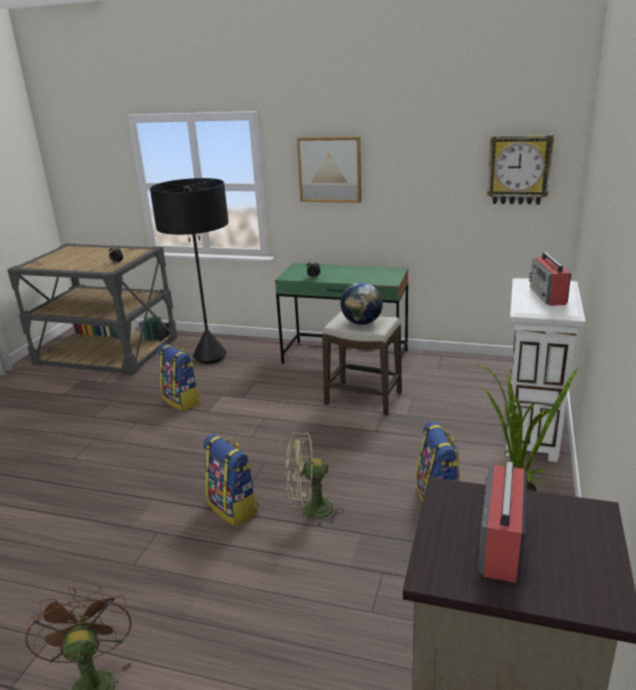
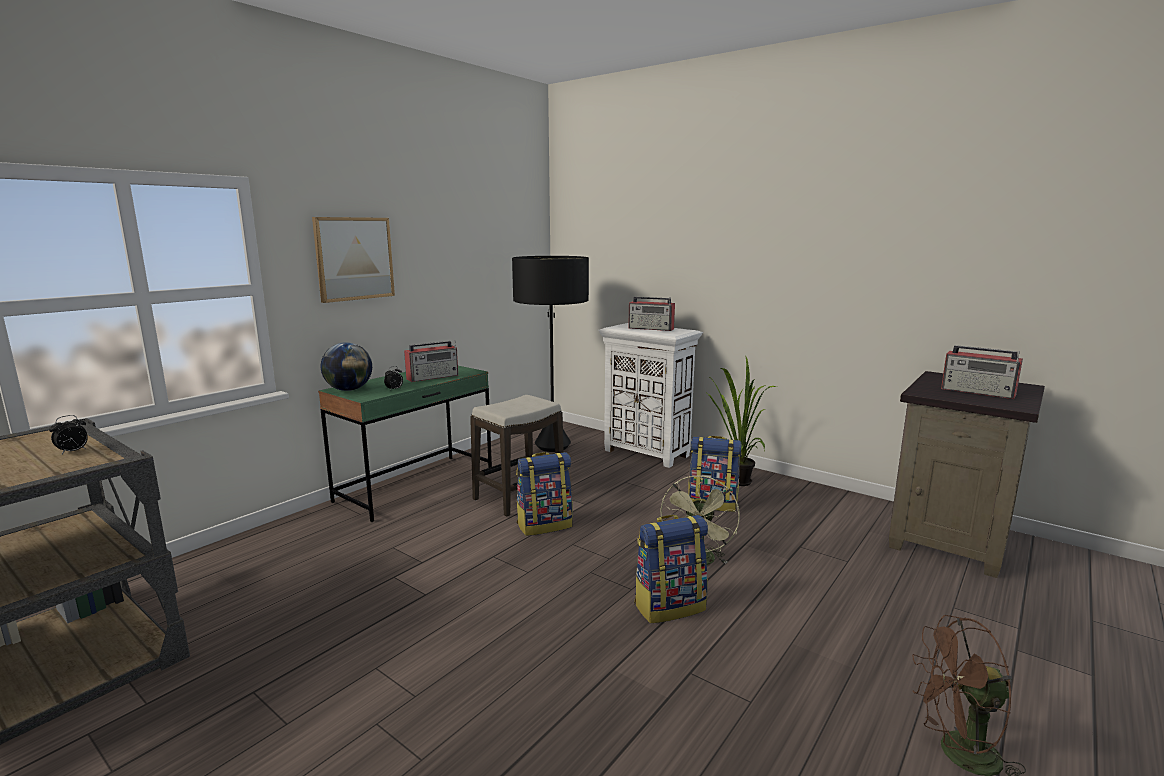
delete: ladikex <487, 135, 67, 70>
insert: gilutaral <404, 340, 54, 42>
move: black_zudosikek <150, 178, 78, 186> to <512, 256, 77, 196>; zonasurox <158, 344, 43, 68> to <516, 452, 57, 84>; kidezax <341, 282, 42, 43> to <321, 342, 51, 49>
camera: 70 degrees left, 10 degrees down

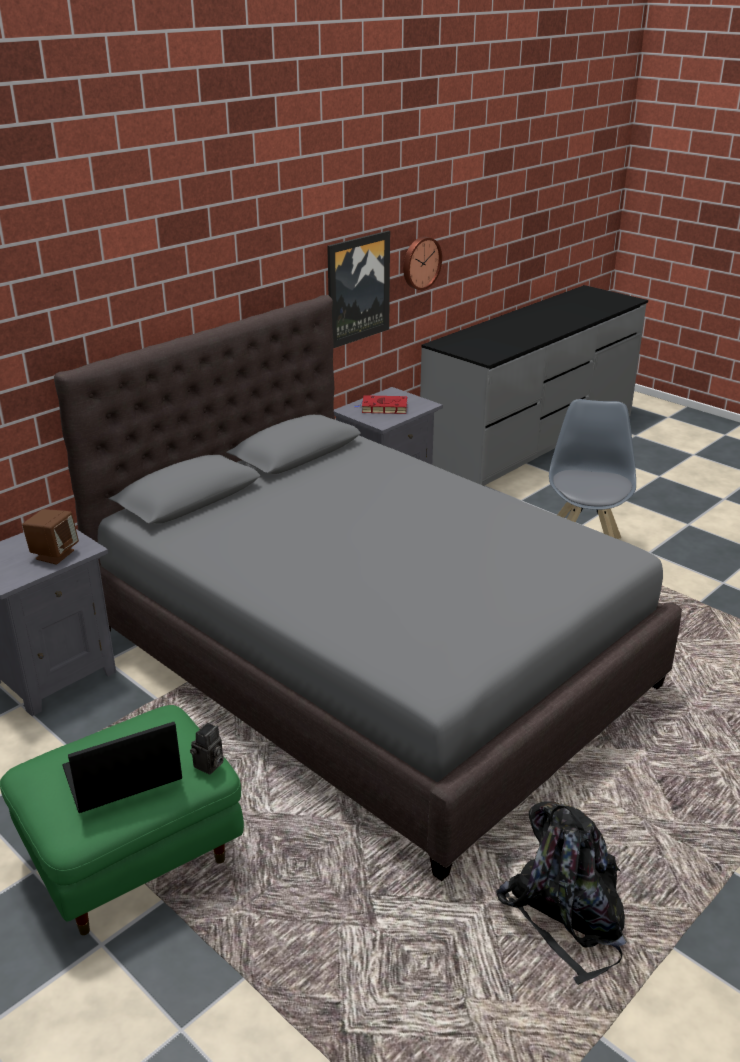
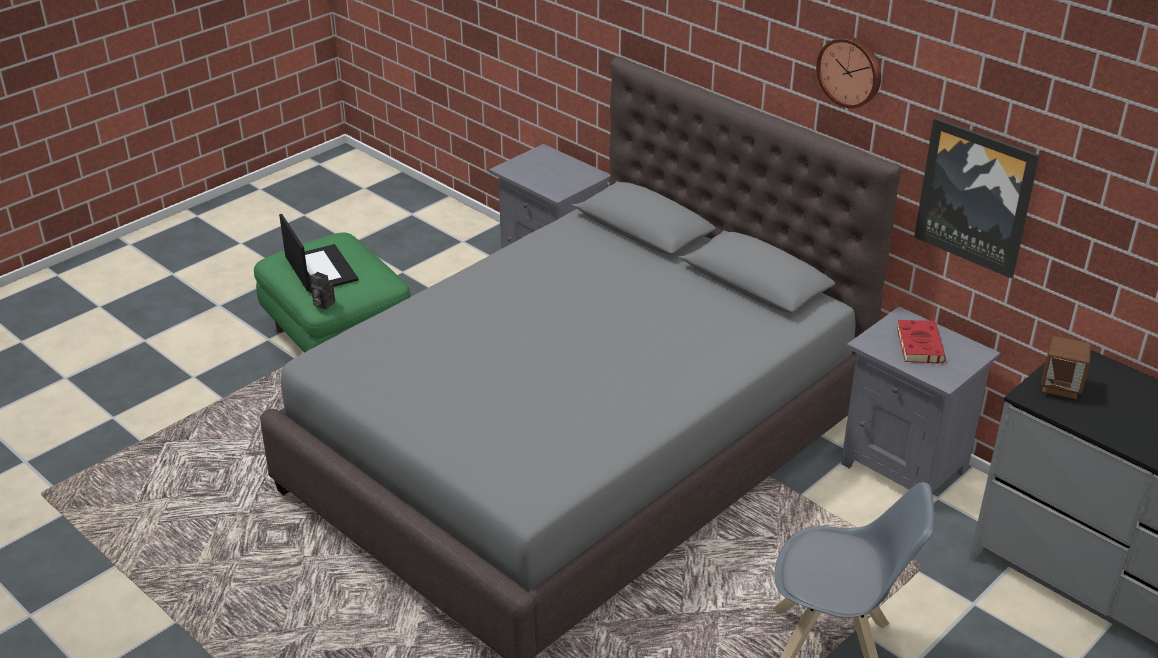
delete: black_zonasurox <496, 801, 131, 184>
move: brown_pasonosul <22, 509, 57, 56> to <1041, 336, 50, 64>; ladikex <403, 237, 39, 53> to <816, 36, 65, 72>
camera: 90 degrees right, 5 degrees up

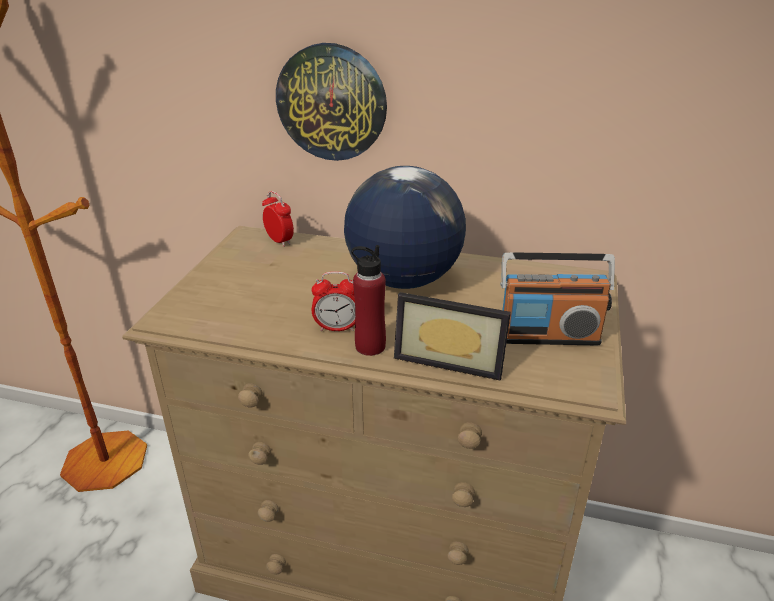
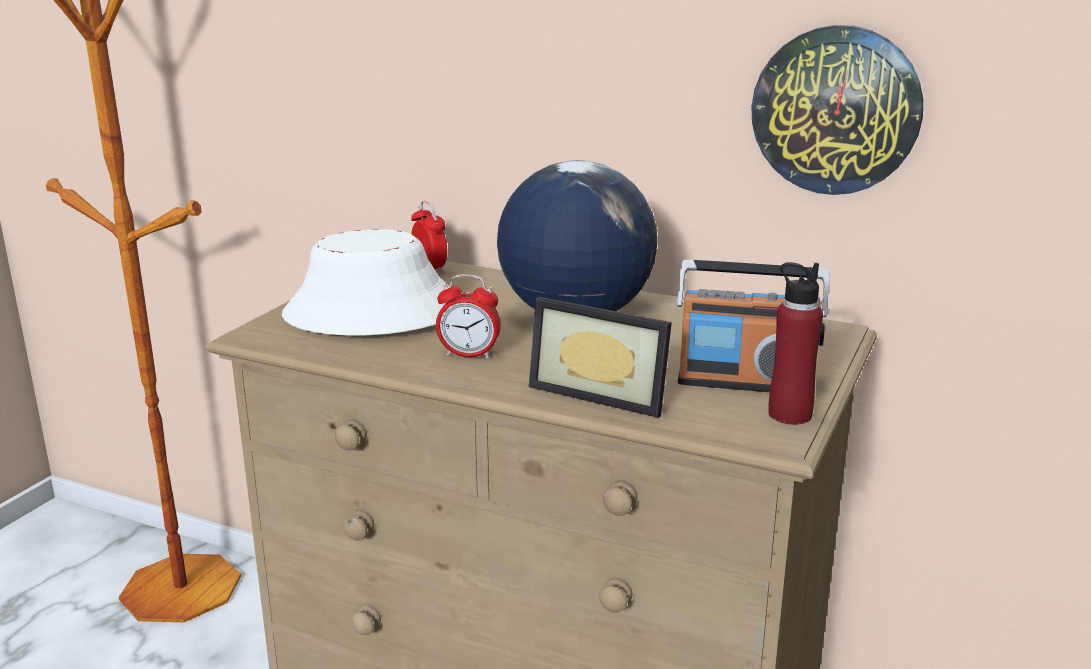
insert: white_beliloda <282, 229, 167, 107>
move: ladikex <276, 43, 111, 118> to <751, 25, 172, 170>; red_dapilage <351, 245, 35, 111> to <769, 262, 54, 163>
camera: 10 degrees right, 10 degrees down

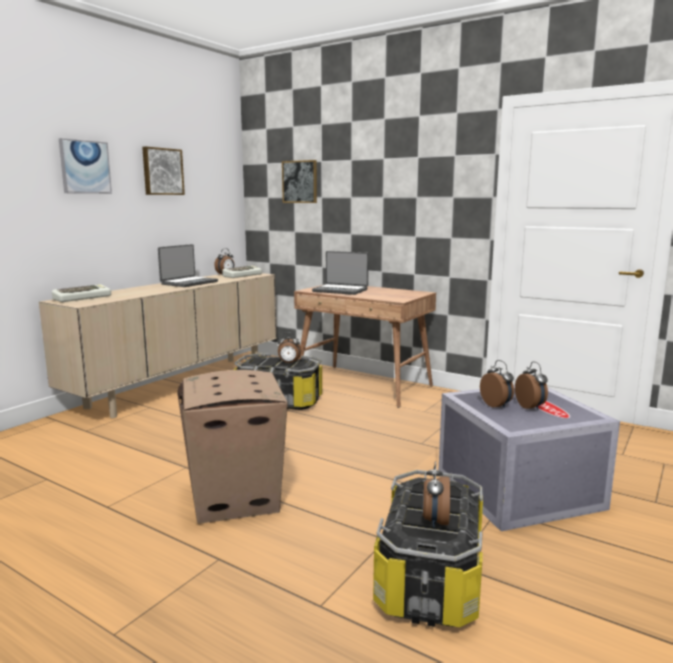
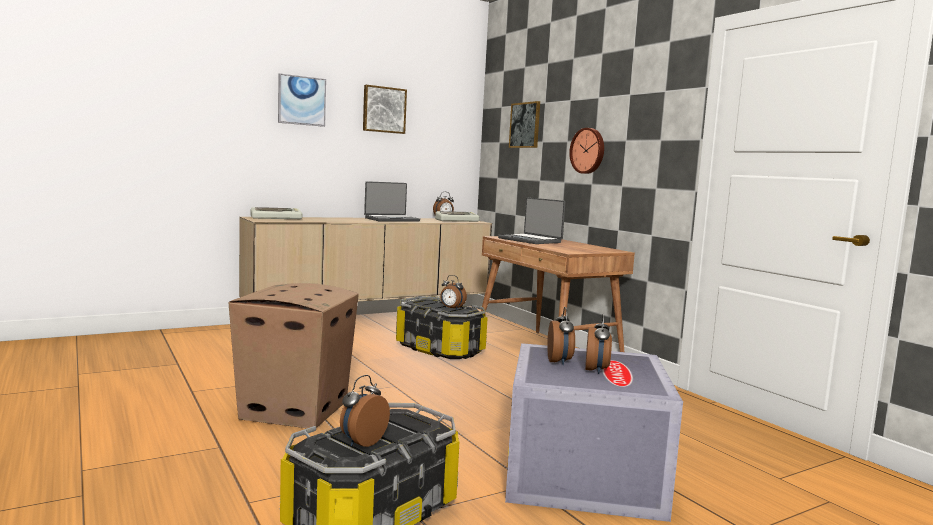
insert: ladikex <569, 128, 35, 46>
camera: 25 degrees right, 5 degrees down

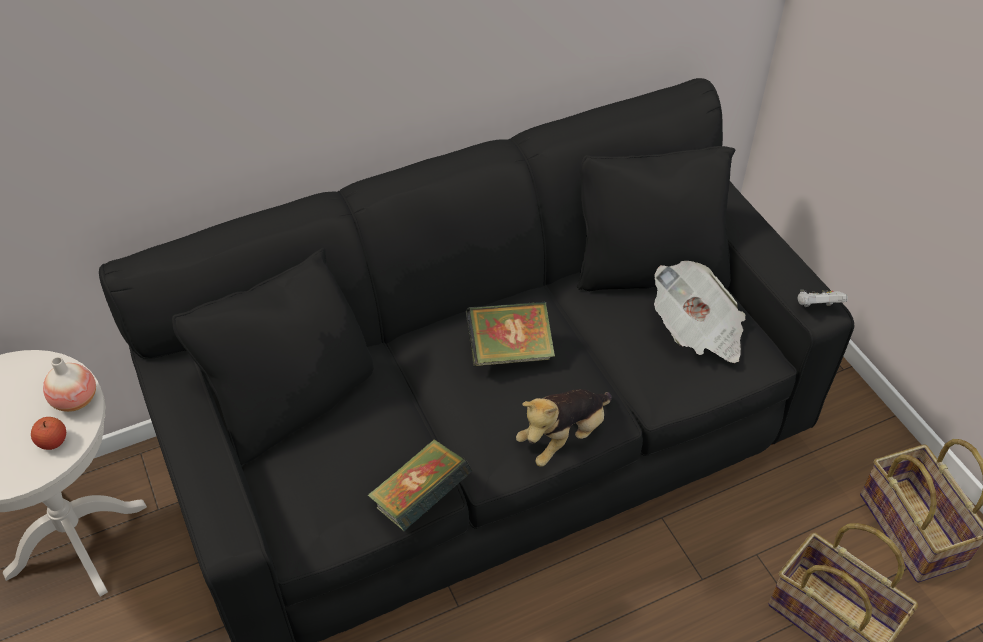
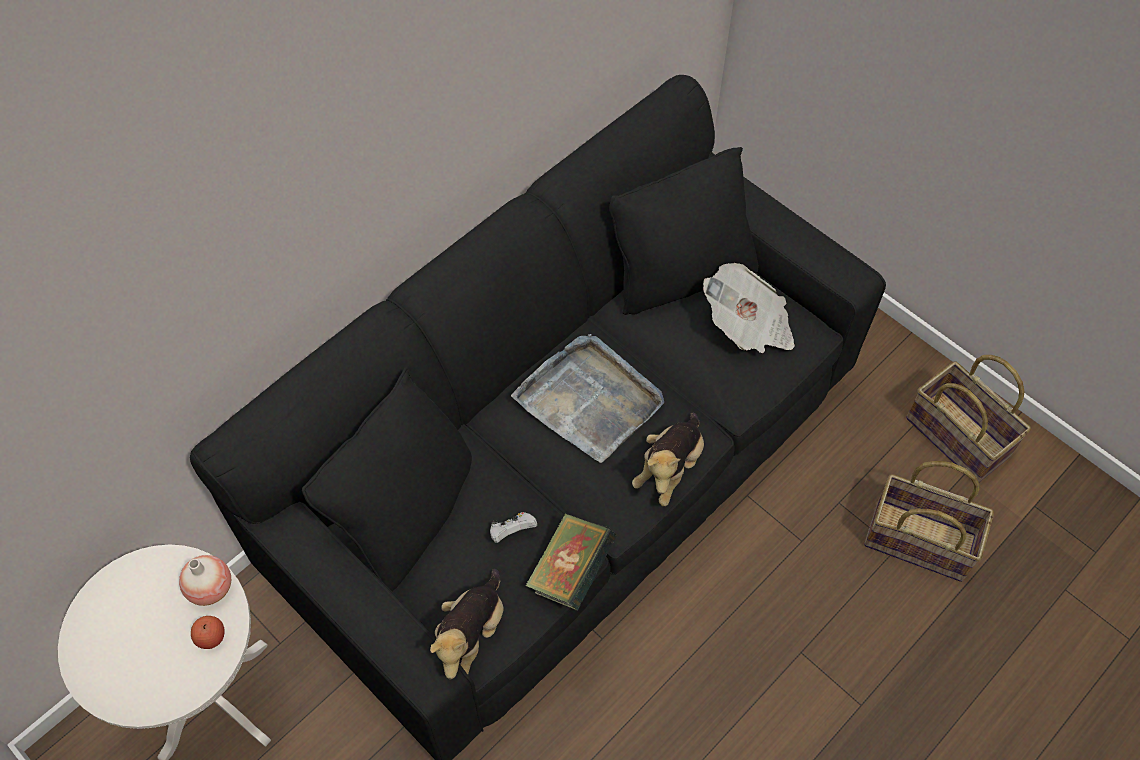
insert: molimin <430, 569, 74, 111>
move: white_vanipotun <797, 289, 51, 18> to <490, 512, 47, 31>
replace: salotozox <466, 302, 89, 64> to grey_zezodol <511, 334, 153, 129>
camera: 20 degrees left, 10 degrees up

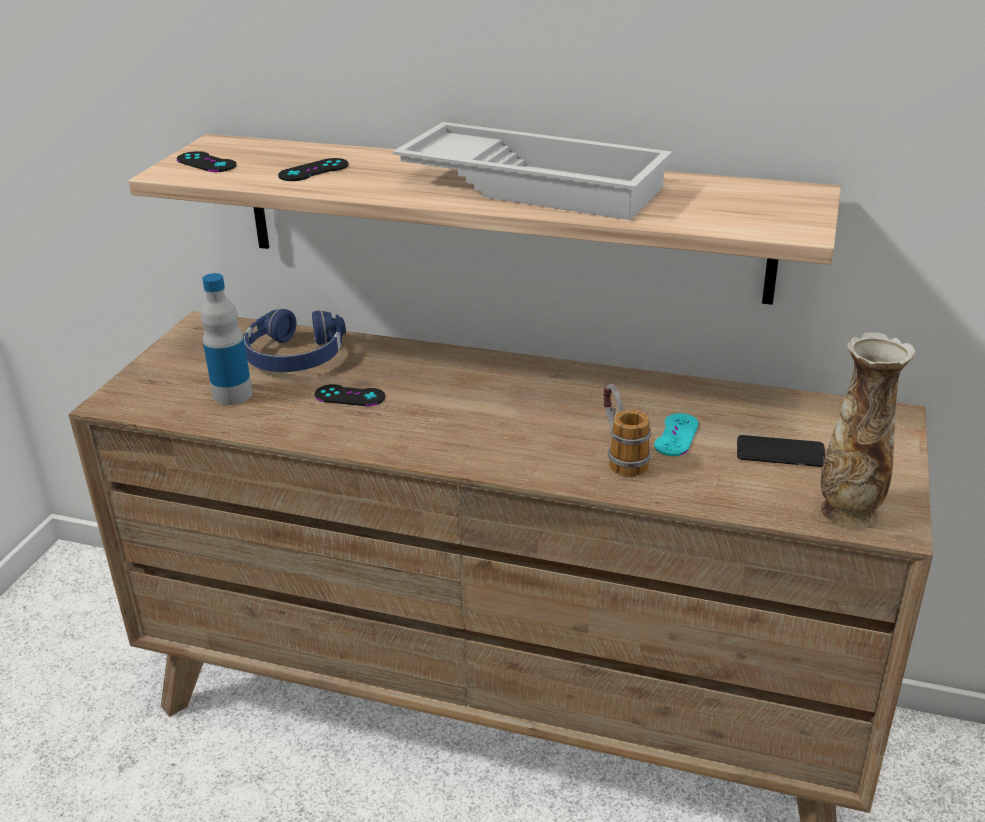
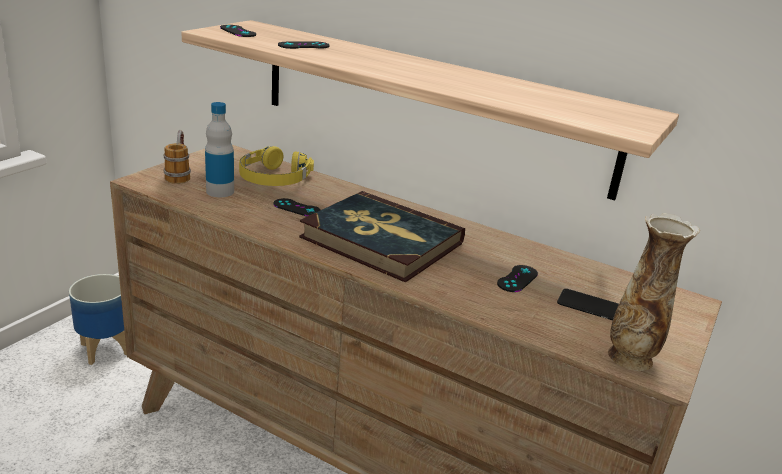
delete: white_zezodol <393, 122, 279, 98>
insert: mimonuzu <69, 274, 58, 91>; salotozox <299, 191, 166, 92>
move: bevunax <603, 384, 48, 93> to <164, 130, 27, 54>
recolor: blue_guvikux <243, 309, 103, 63> to yellow_guvikux <239, 146, 75, 40>; turquoise_vanipotun <654, 413, 45, 43> to black_vanipotun <497, 265, 41, 27>
camera: 10 degrees right, 5 degrees down

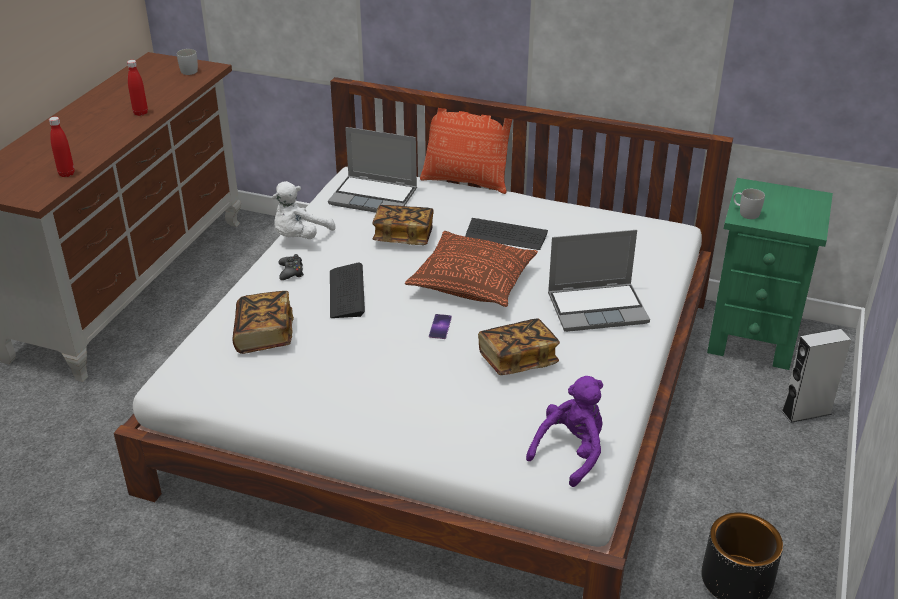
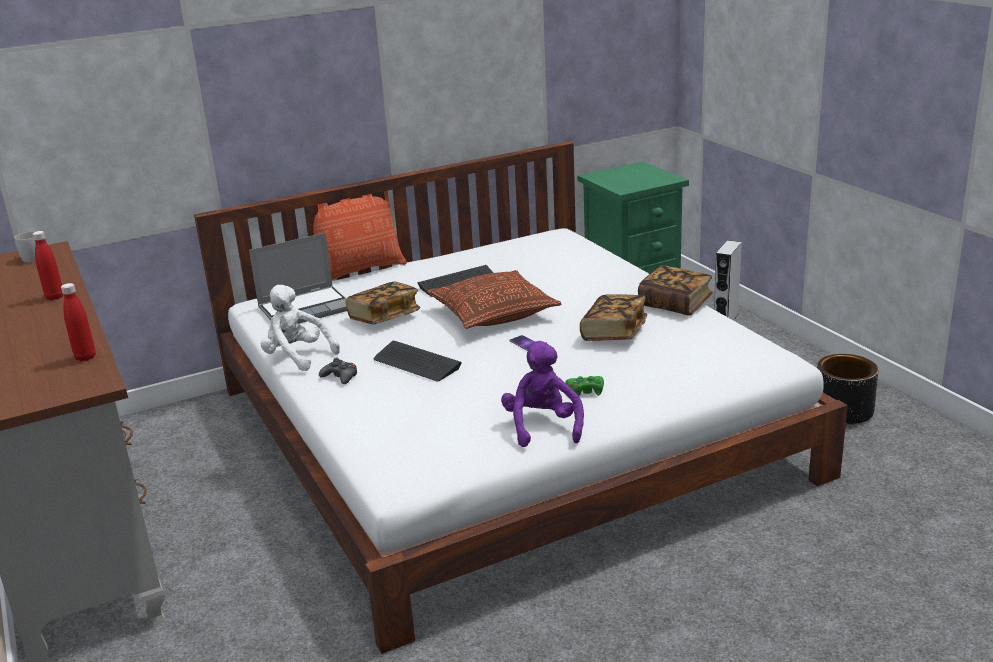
delete: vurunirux <548, 230, 102, 102>; white_bevunax <733, 189, 32, 30>
insert: green_vanipotun <565, 376, 39, 20>
move: salotozox <233, 291, 61, 63> to <638, 265, 75, 51>; purple_molimin <526, 376, 77, 111> to <501, 341, 83, 106>
rotate: white_molimin <272, 181, 63, 58> = <261, 285, 79, 86> 135 degrees clockwise
camera: 45 degrees left, 10 degrees down

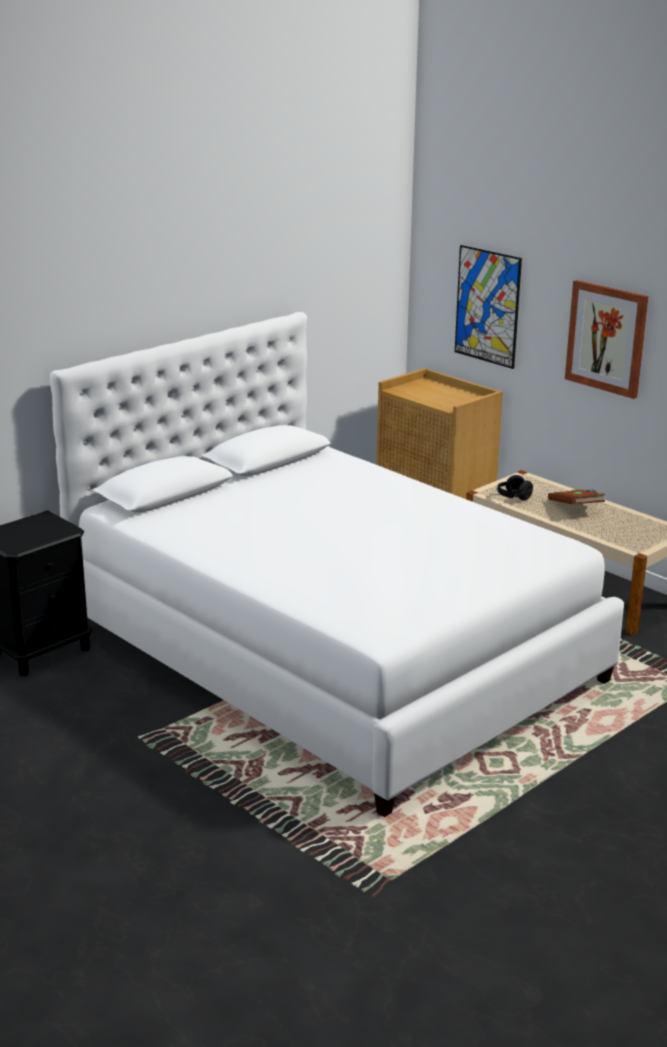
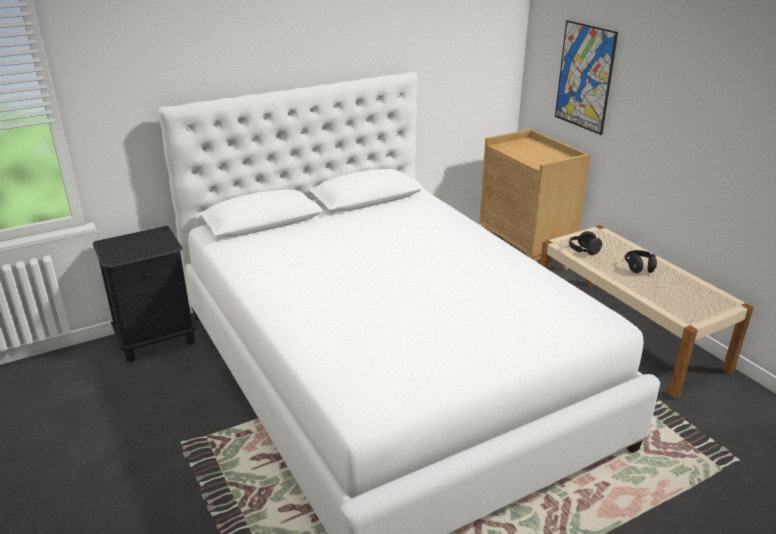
delete: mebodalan <565, 280, 84, 119>
replace: brown_salotozox <548, 489, 57, 15> to black_guvikux <625, 250, 32, 23>
camera: 15 degrees right, 5 degrees up

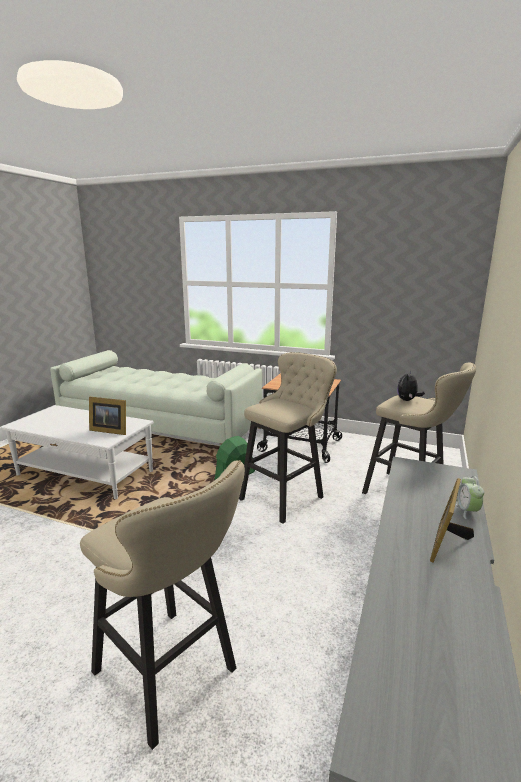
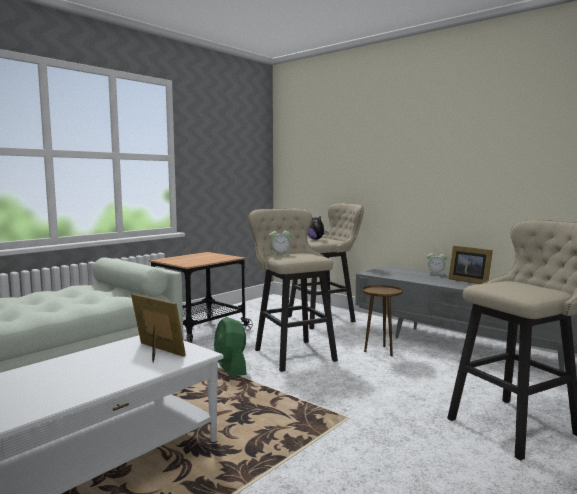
insert: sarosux <269, 227, 22, 29>; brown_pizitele <362, 285, 41, 71>
rotate: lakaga <89, 397, 37, 38> = <131, 294, 55, 69> 90 degrees counterclockwise
camera: 70 degrees left, 10 degrees down

